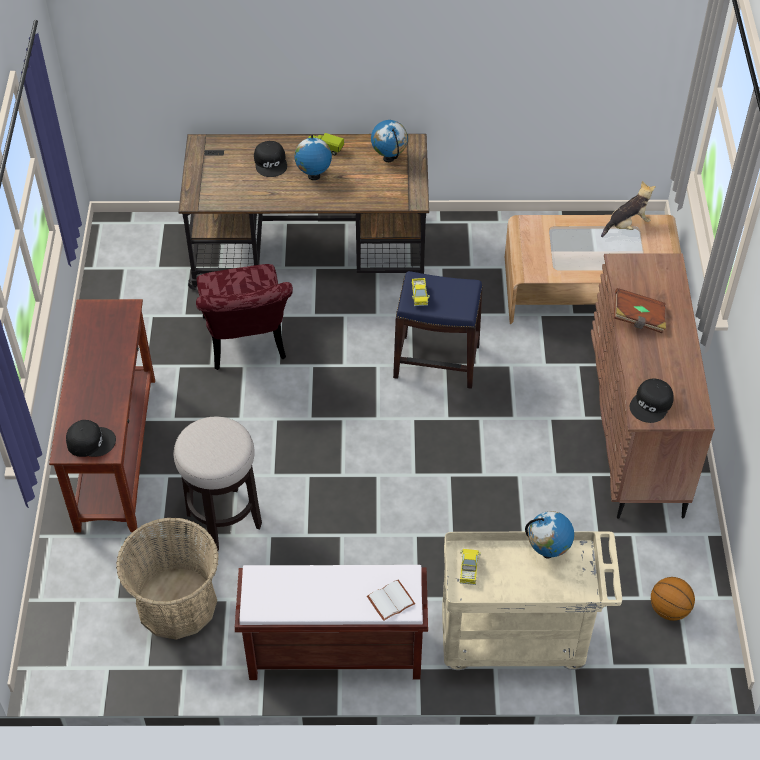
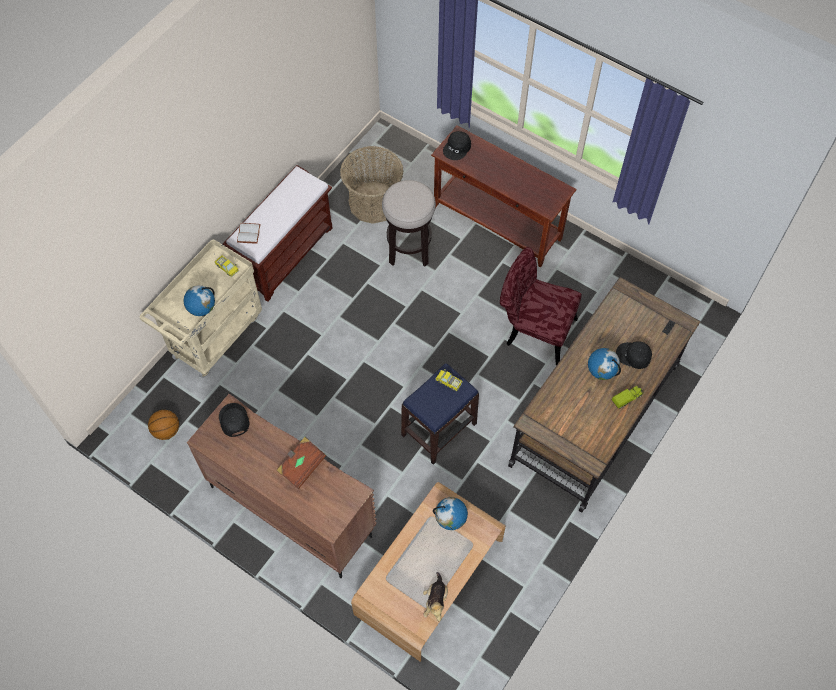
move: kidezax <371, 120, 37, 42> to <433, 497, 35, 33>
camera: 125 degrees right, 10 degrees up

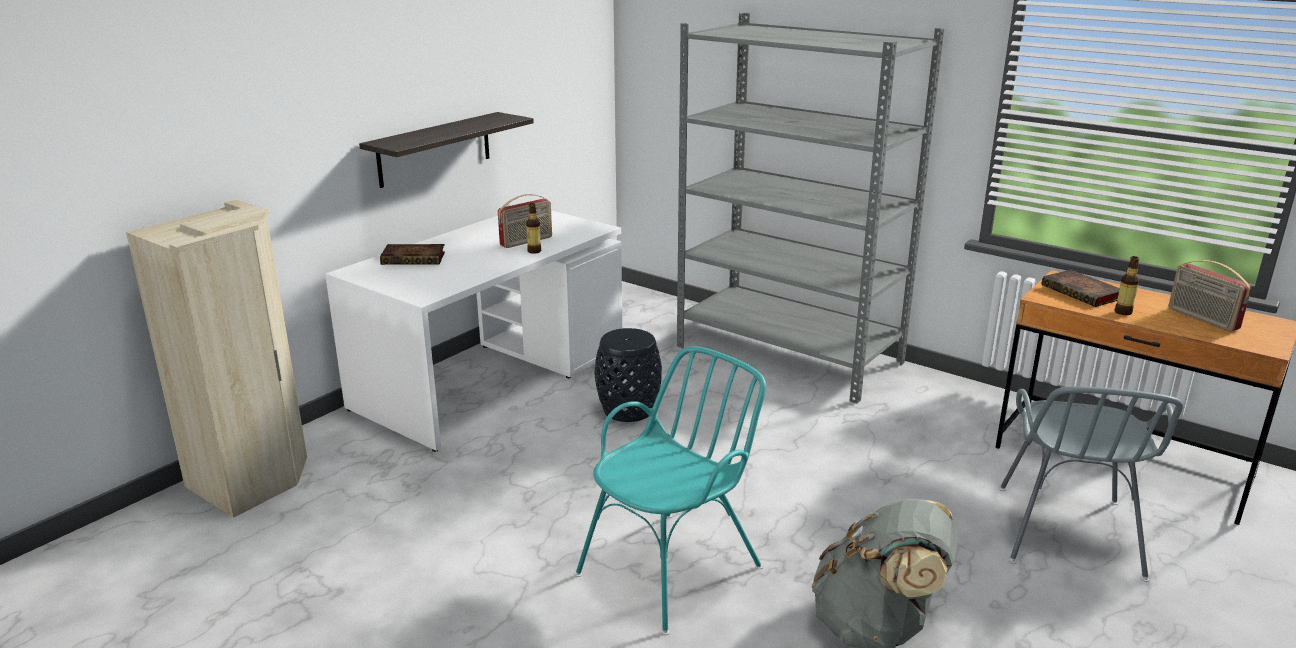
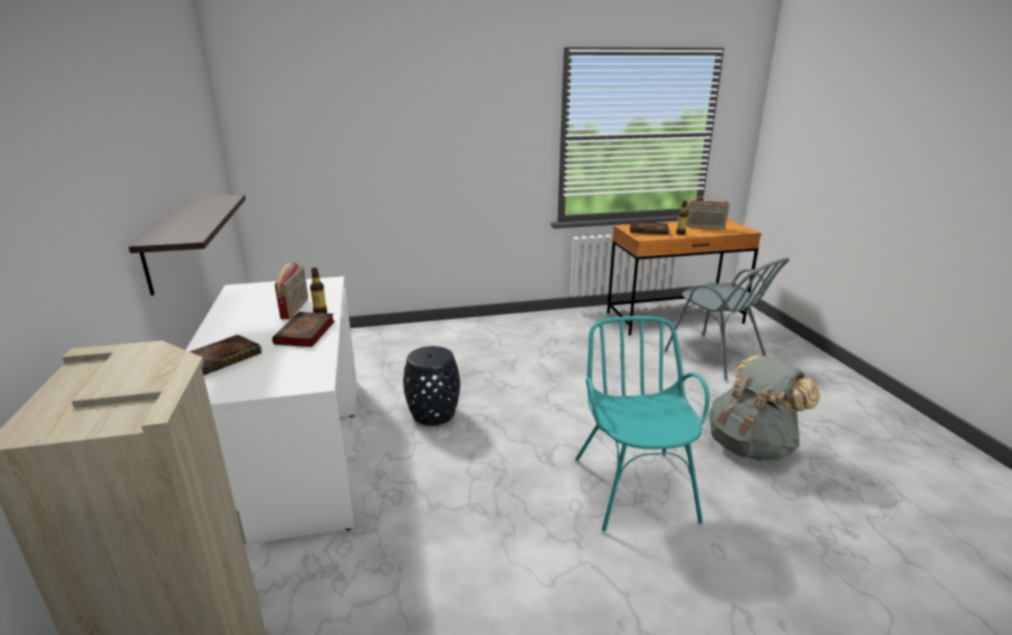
delete: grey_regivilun <677, 13, 267, 391>
insert: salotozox <272, 312, 63, 35>
camera: 50 degrees left, 0 degrees up

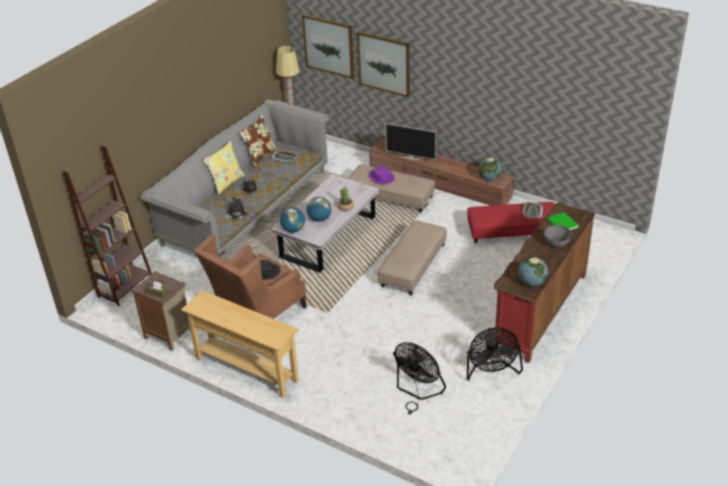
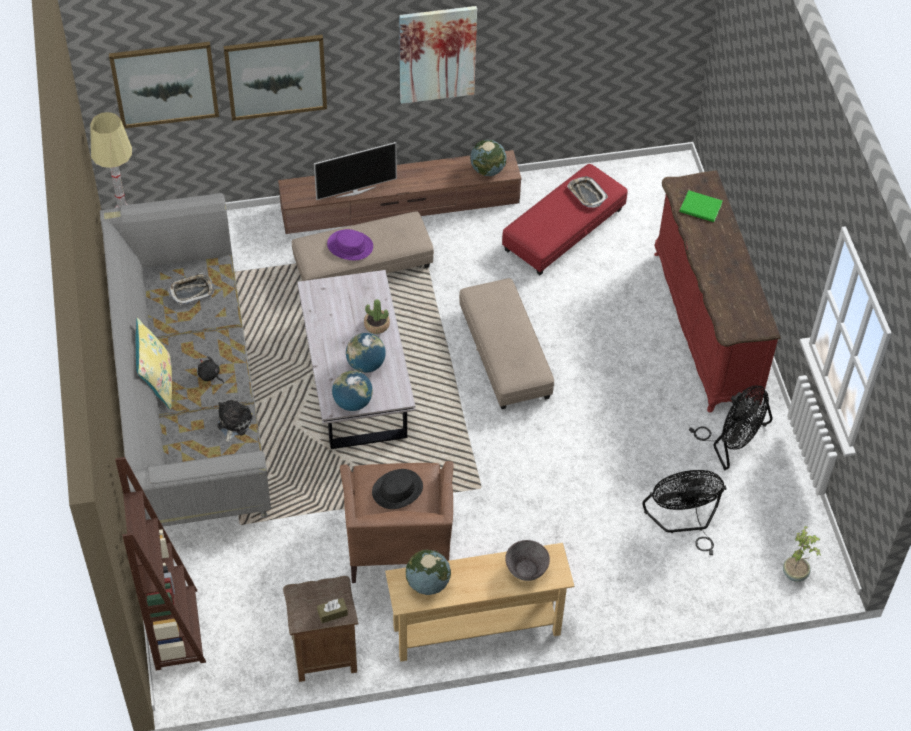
delete: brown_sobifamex <239, 115, 38, 52>
insert: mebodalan <399, 6, 78, 98>; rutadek <783, 526, 38, 56>
move: kidezax <518, 257, 30, 29> to <406, 550, 45, 45>; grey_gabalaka <543, 225, 29, 23> to <505, 540, 45, 41>
camera: 45 degrees left, 15 degrees up

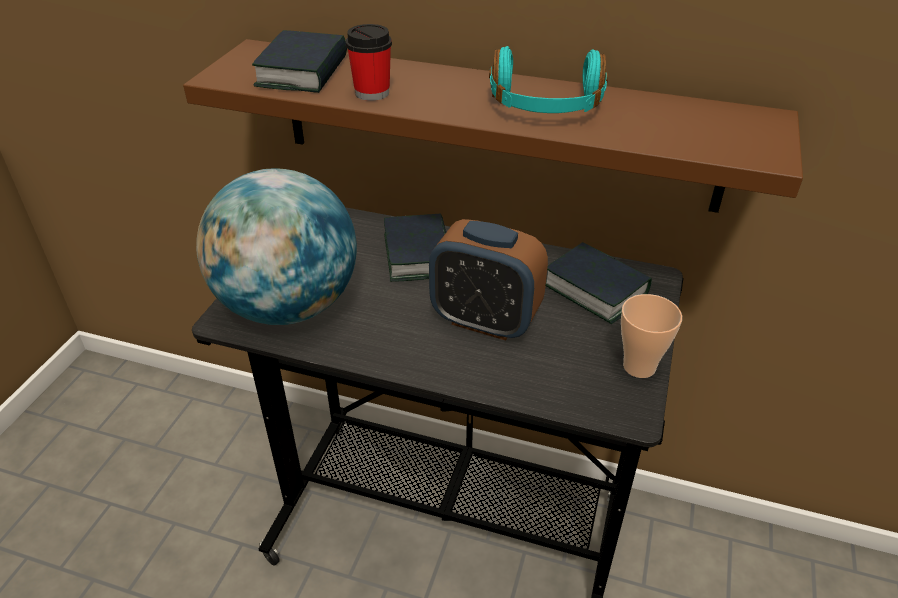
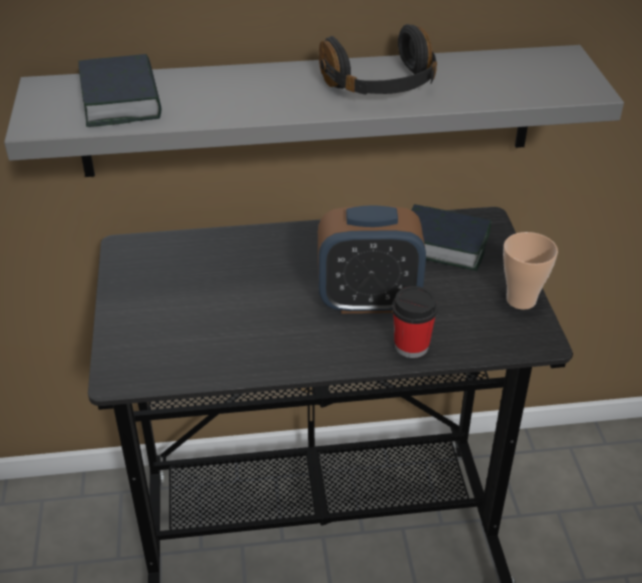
delete: kidezax <196, 168, 161, 157>; salotozox <384, 214, 62, 68>
move: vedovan <346, 24, 46, 77> to <392, 286, 46, 72>
recolor: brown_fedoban <183, 39, 620, 174> to grey_fedoban <4, 45, 620, 132>; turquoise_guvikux <489, 46, 119, 67> to black_guvikux <319, 24, 118, 71>
camera: 25 degrees left, 0 degrees up

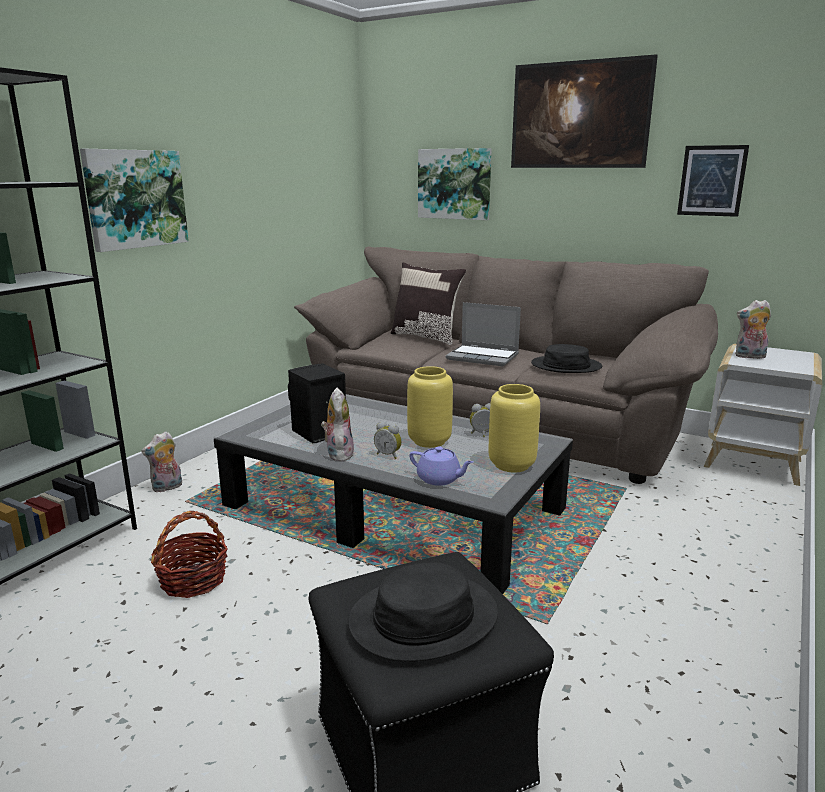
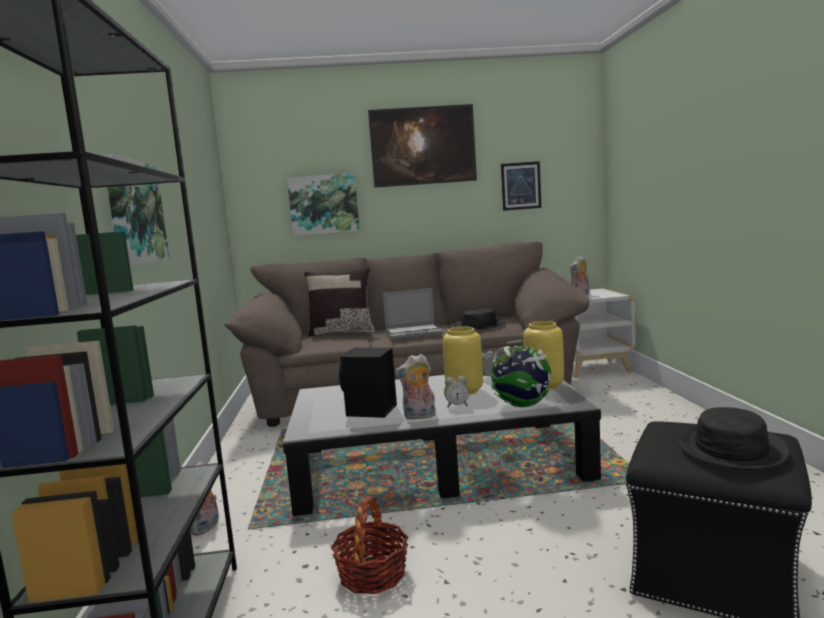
replace: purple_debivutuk <409, 447, 64, 39> to kidezax <491, 340, 61, 67>
rotate: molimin <321, 388, 33, 73> = <395, 354, 41, 66> 60 degrees counterclockwise
camera: 35 degrees left, 10 degrees down

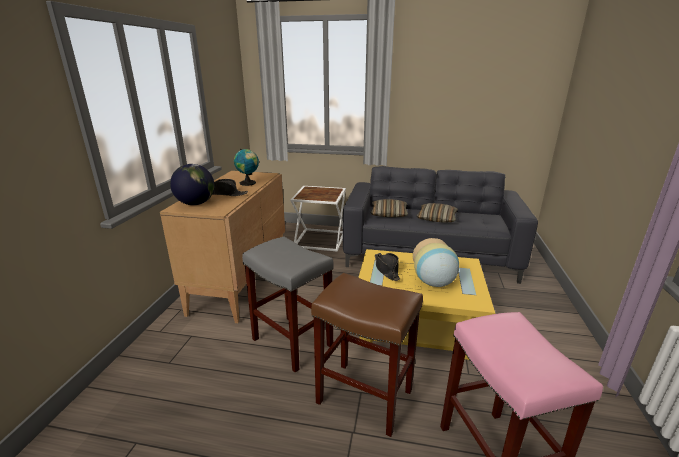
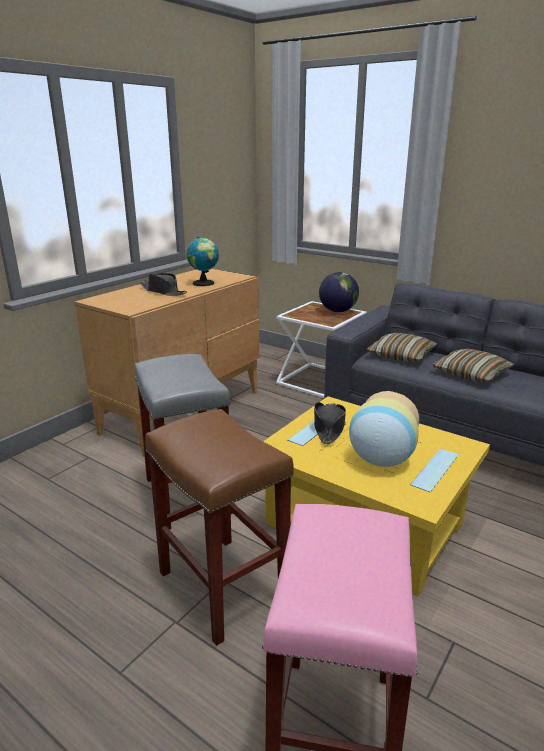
move: kidezax <170, 164, 44, 41> to <319, 272, 40, 40>
camera: 25 degrees right, 0 degrees up

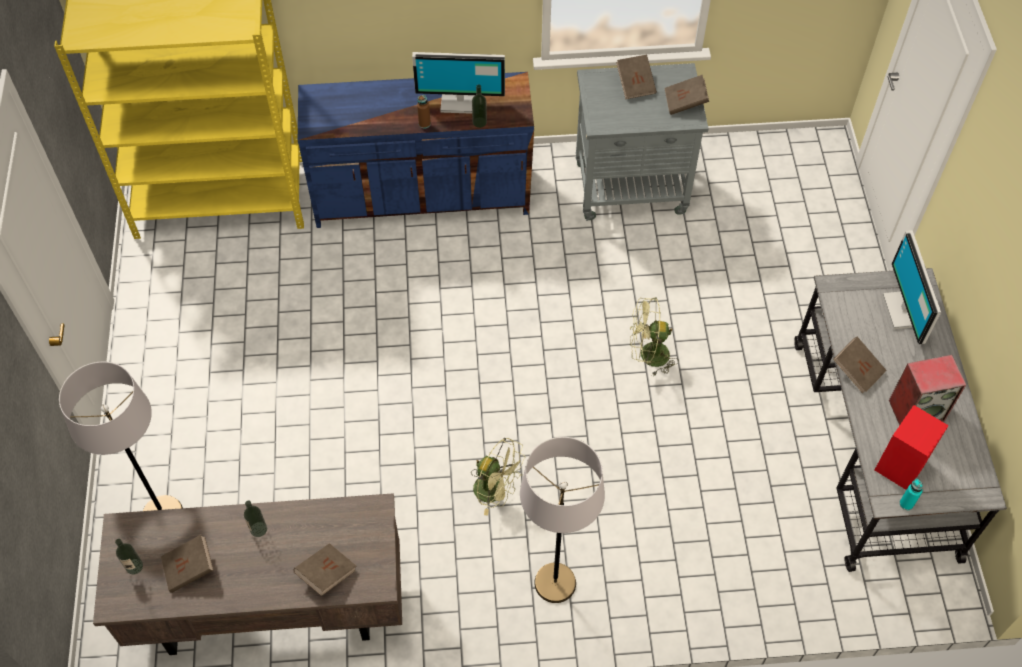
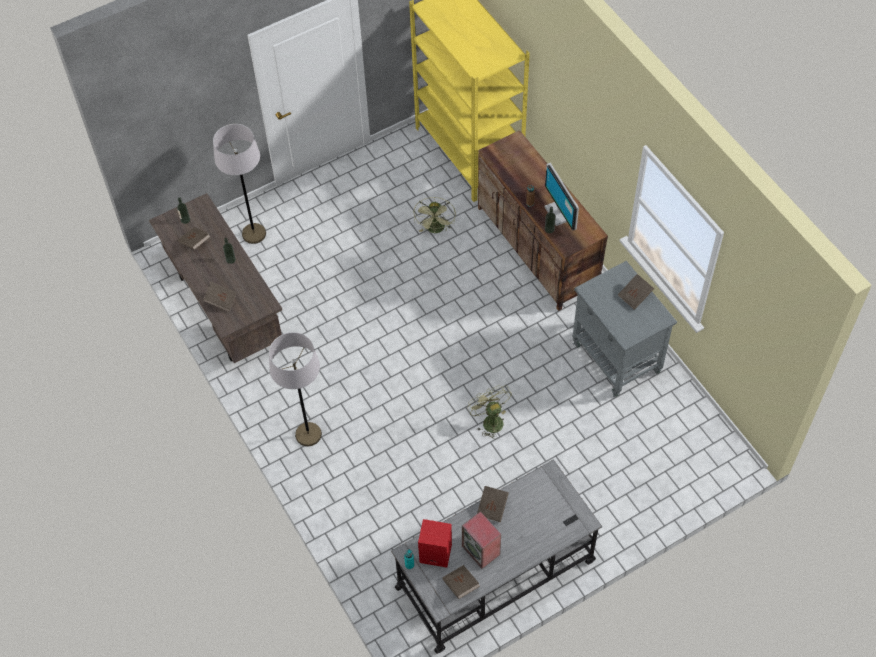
delete: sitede <882, 230, 59, 114>
move: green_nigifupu <471, 438, 55, 77> to <413, 197, 43, 36>; brown_salotozox <664, 75, 45, 40> to <442, 565, 38, 34>
recolor: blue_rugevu <298, 72, 236, 156> to brown_rugevu <478, 130, 130, 181>
camera: 65 degrees right, 0 degrees up

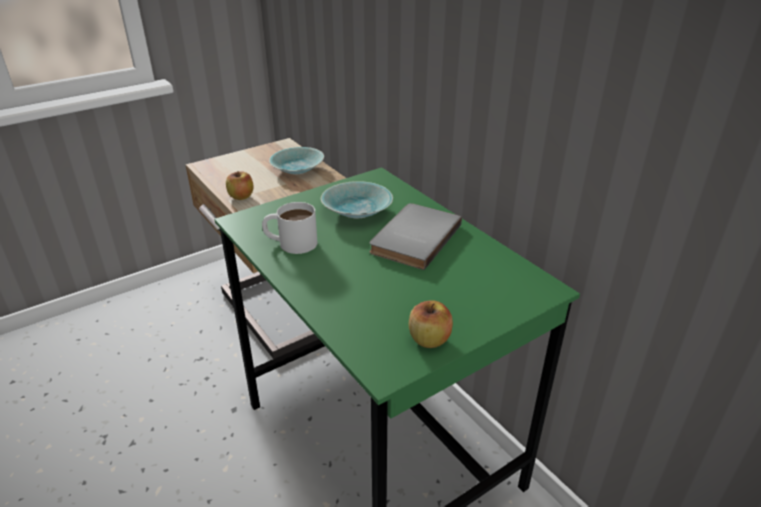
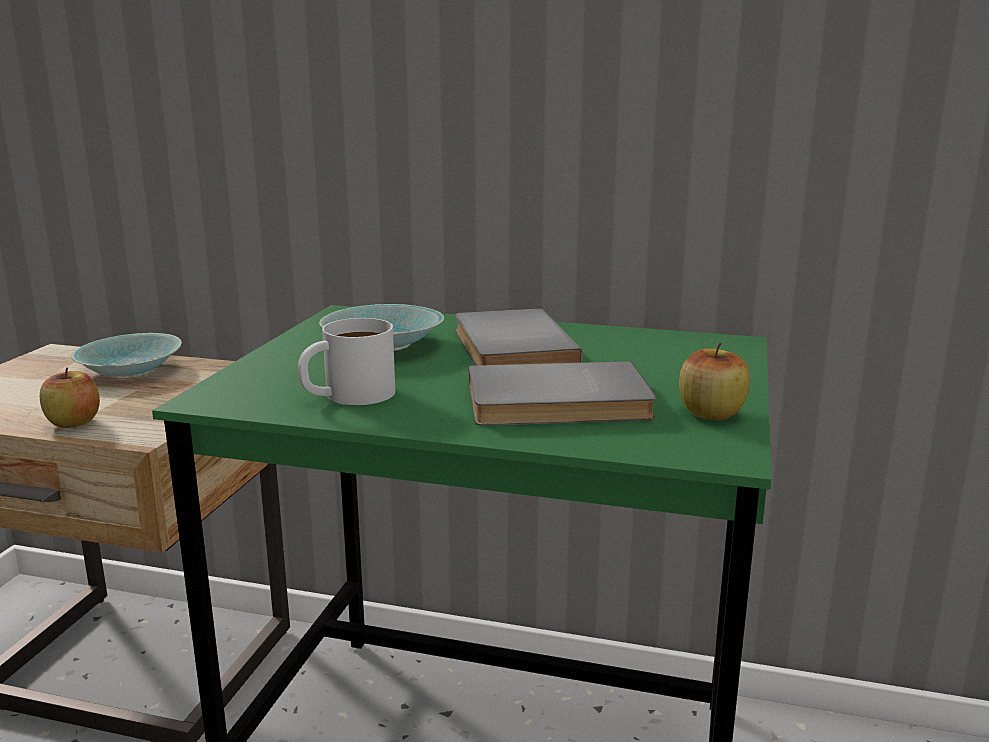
insert: grey_salotozox <468, 361, 188, 65>
camera: 40 degrees left, 15 degrees down

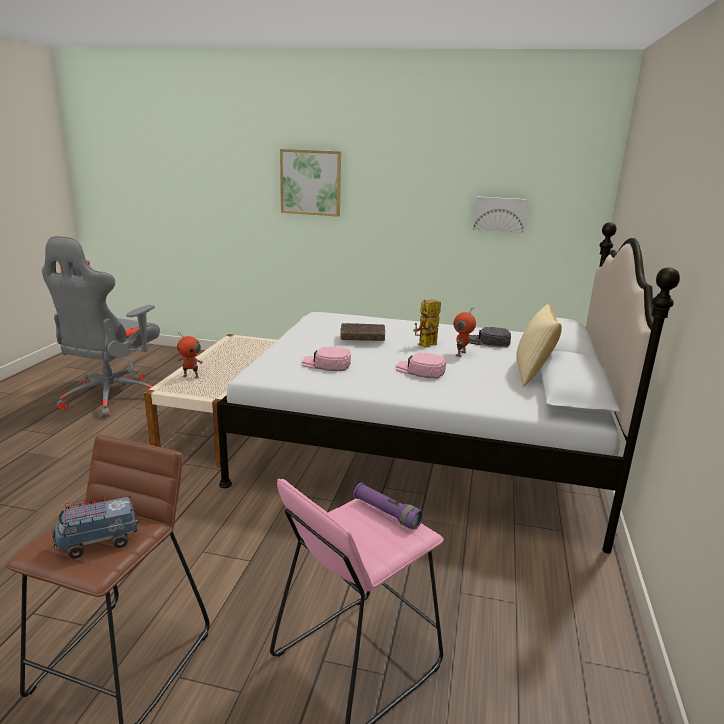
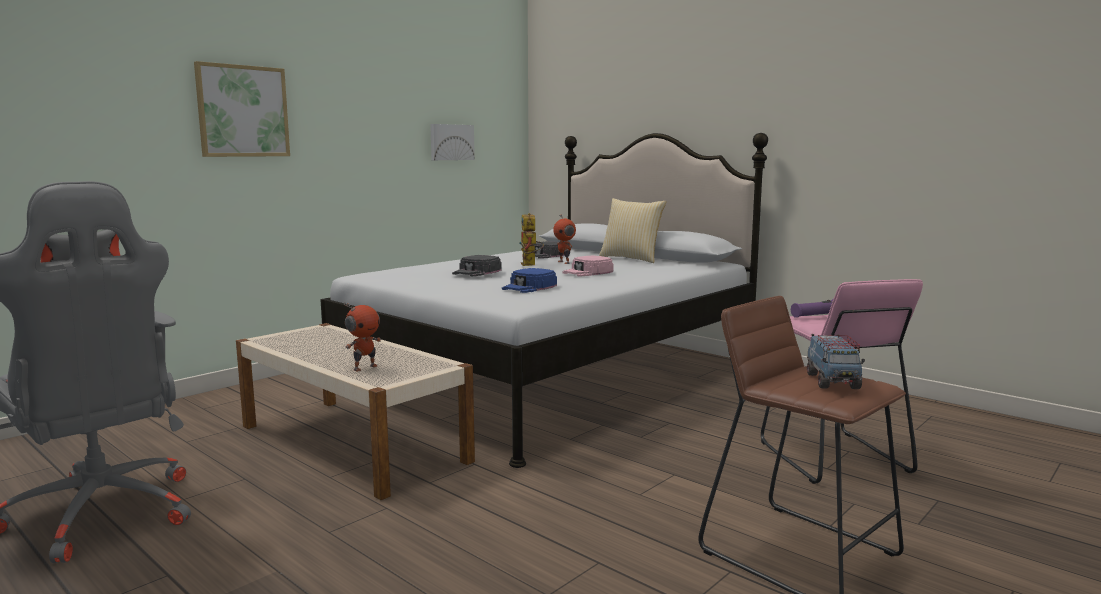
replace: brown_salotozox <340, 323, 45, 18> to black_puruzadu <452, 255, 50, 21>
recolor: pink_puruzadu <302, 346, 49, 25> to blue_puruzadu <502, 268, 55, 25>
camera: 60 degrees left, 10 degrees down

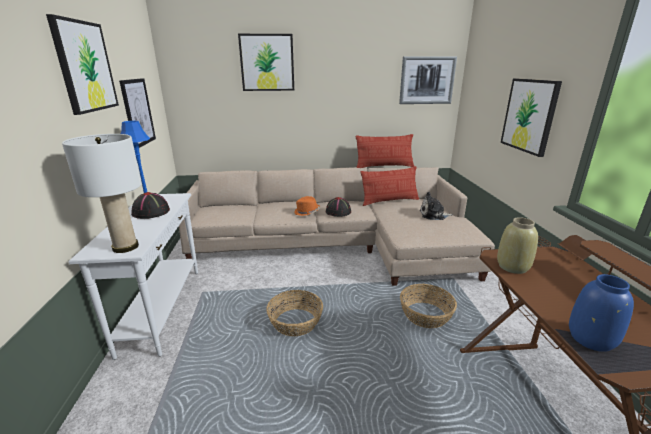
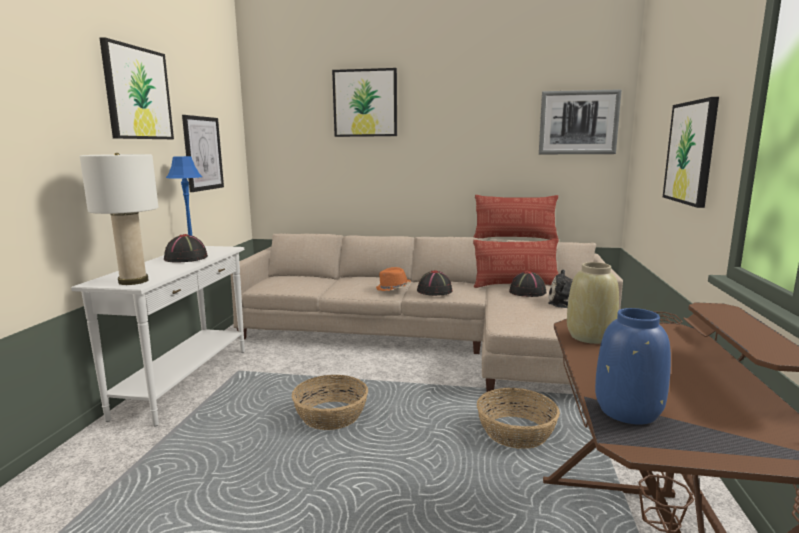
insert: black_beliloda <509, 271, 37, 26>
camera: 15 degrees right, 10 degrees down

